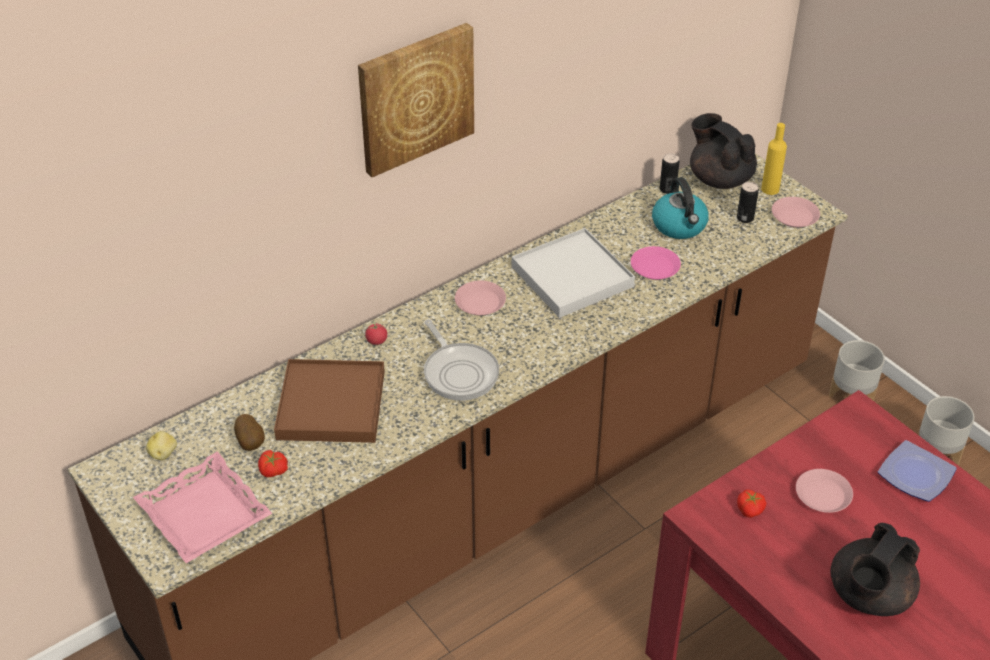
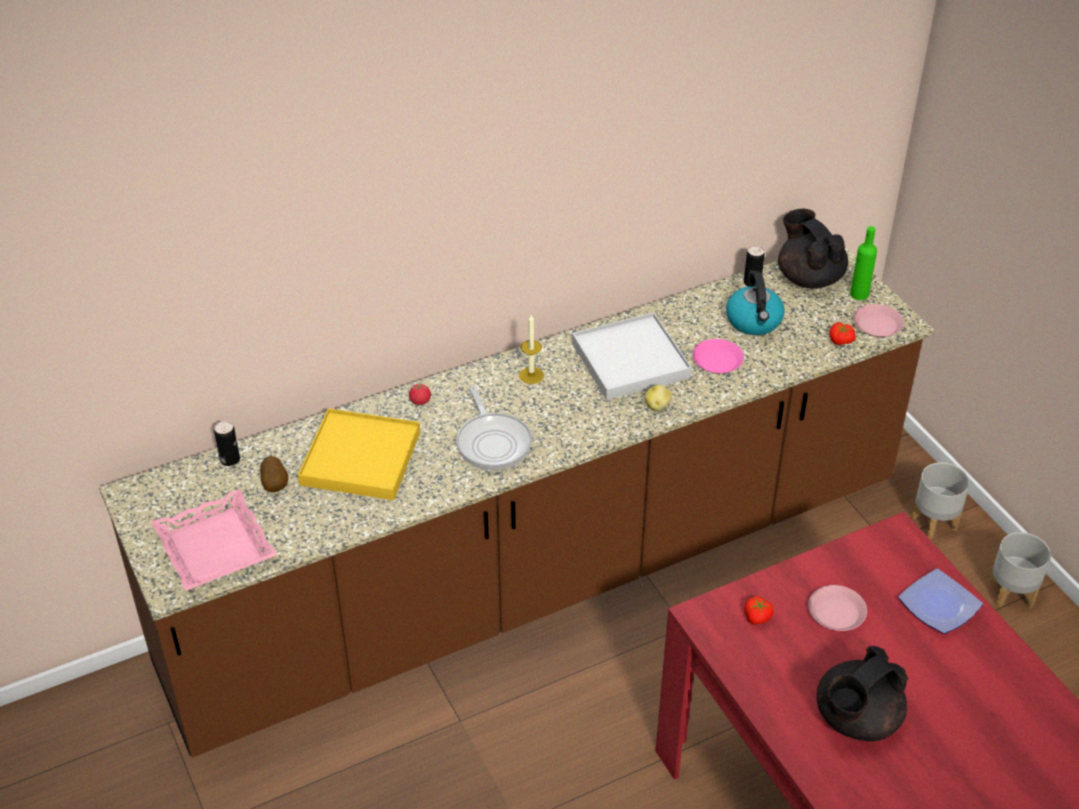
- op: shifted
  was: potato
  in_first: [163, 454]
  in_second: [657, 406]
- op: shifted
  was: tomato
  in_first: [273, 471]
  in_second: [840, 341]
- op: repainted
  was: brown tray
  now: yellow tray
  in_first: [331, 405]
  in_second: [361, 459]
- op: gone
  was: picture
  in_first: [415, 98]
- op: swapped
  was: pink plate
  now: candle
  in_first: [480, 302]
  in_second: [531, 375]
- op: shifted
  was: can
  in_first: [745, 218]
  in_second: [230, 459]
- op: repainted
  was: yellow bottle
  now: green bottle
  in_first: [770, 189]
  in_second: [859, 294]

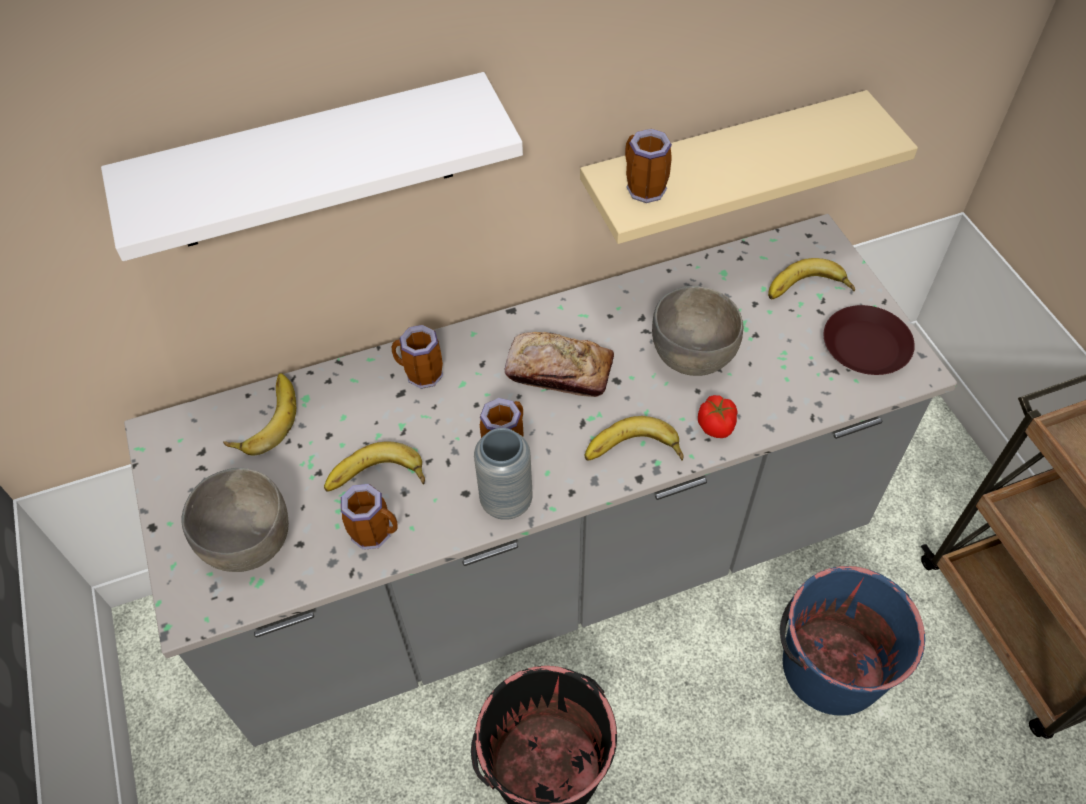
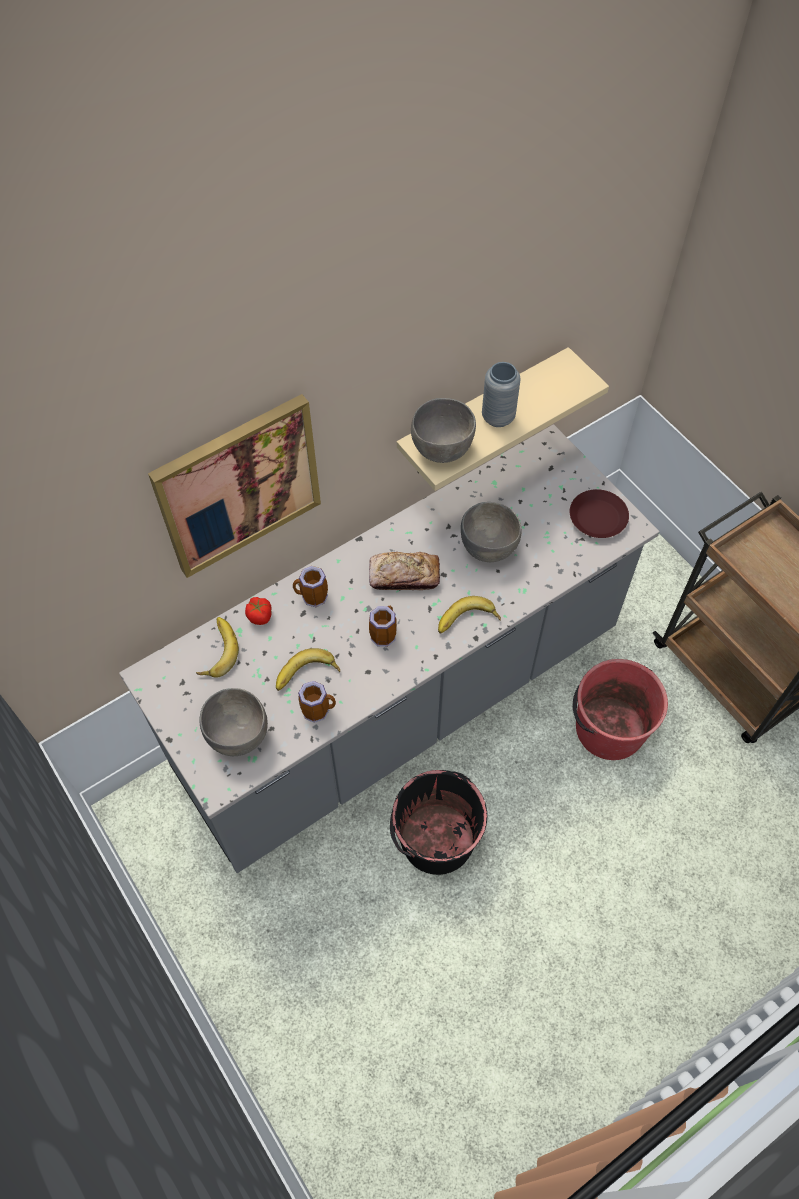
- op: swapped
  was: white shelf
  now: picture
  in_first: [311, 164]
  in_second: [238, 485]
- op: shifted
  was: grey vase
  in_first: [506, 501]
  in_second: [498, 417]
- op: swapped
  was: mug
  now: grey bowl
  in_first: [642, 189]
  in_second: [441, 449]
- op: shifted
  was: tomato
  in_first: [716, 426]
  in_second: [260, 616]
- op: gone
  was: banana
  in_first: [808, 291]
- op: repainted
  was: blue bucket
  now: red bucket
  in_first: [830, 666]
  in_second: [608, 728]

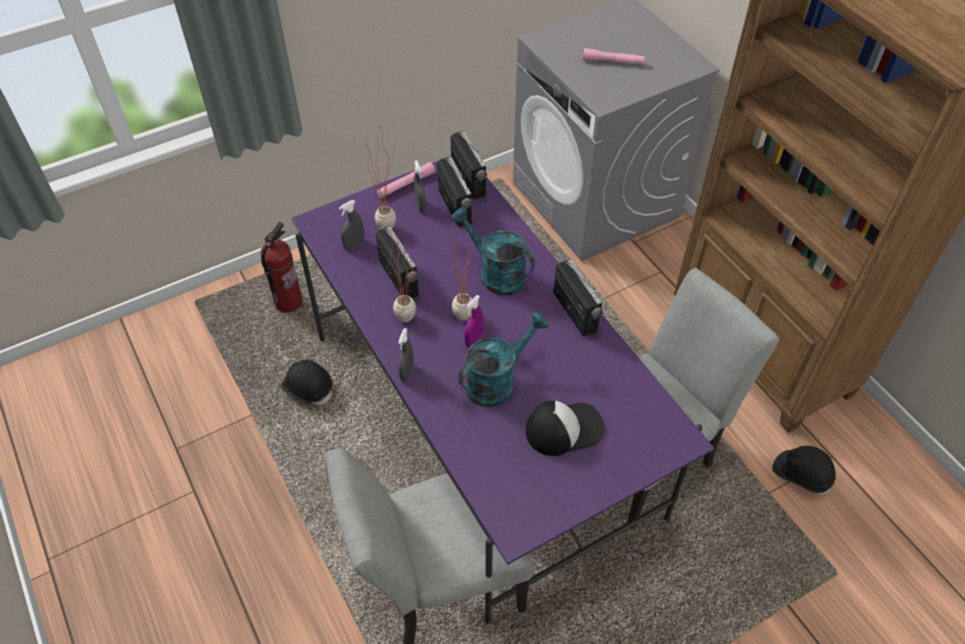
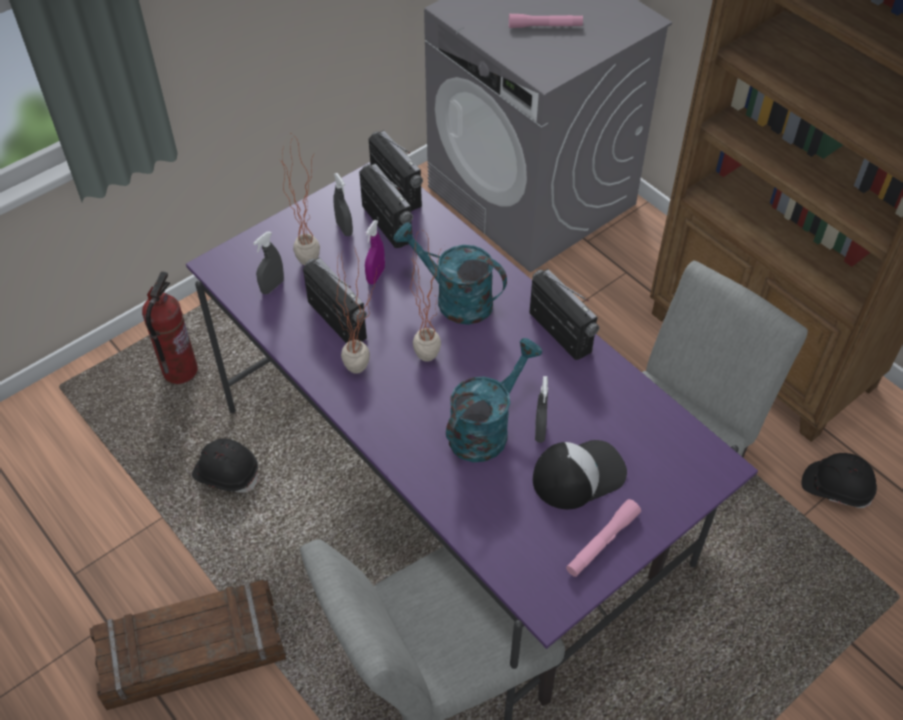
- op: shifted
  was: pink flashlight
  in_first: [406, 185]
  in_second: [602, 542]
- op: shifted
  was: grey spray bottle
  in_first: [407, 373]
  in_second: [540, 431]
- op: shifted
  was: purple spray bottle
  in_first: [474, 339]
  in_second: [375, 276]
- op: new
  now: crate
  in_second: [192, 650]

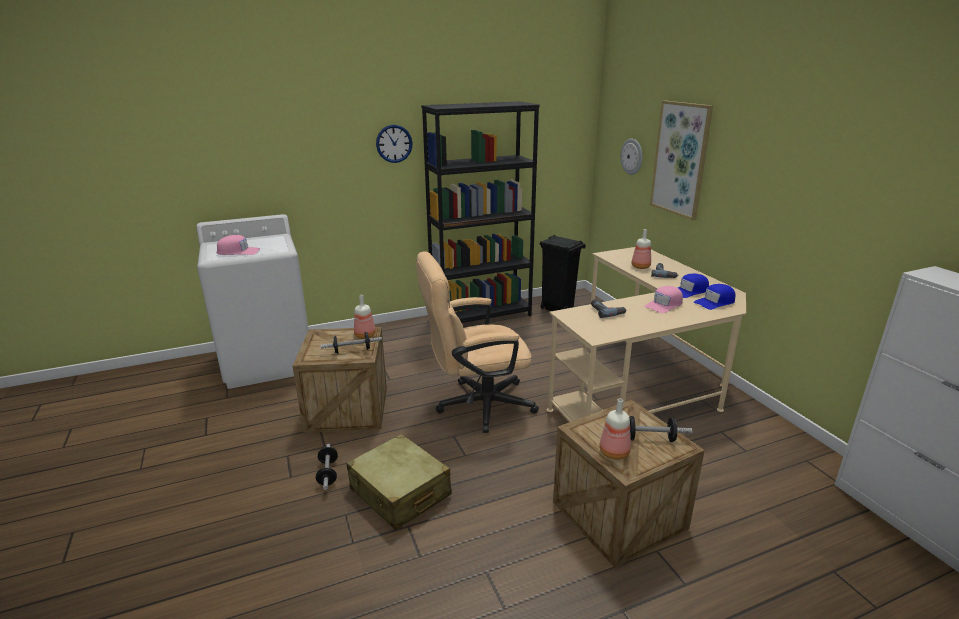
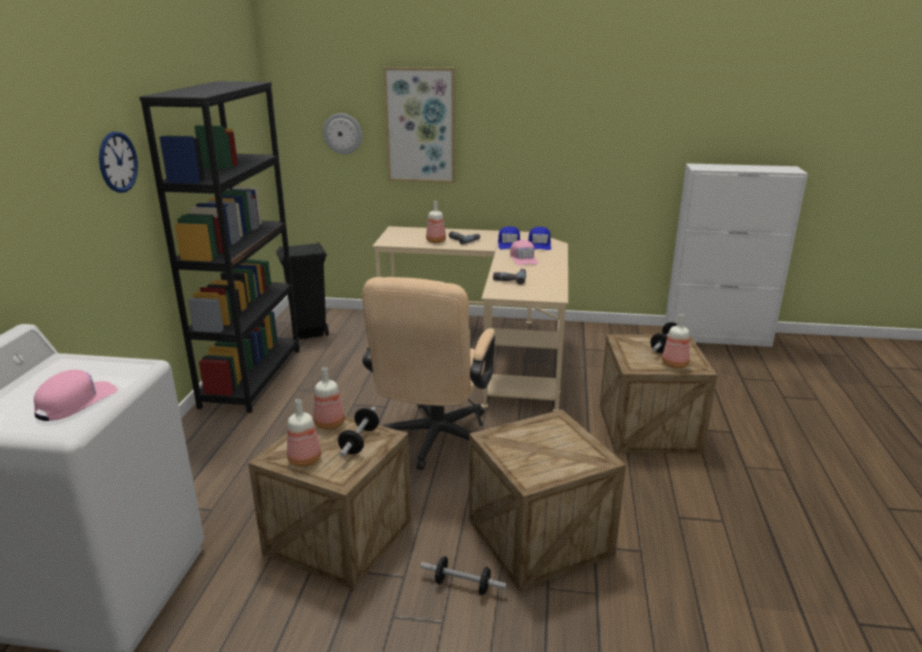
- op: swapped
  was: beige suitcase
  now: crate
  in_first: [400, 492]
  in_second: [539, 537]
- op: new
  now: bottle
  in_second: [306, 460]

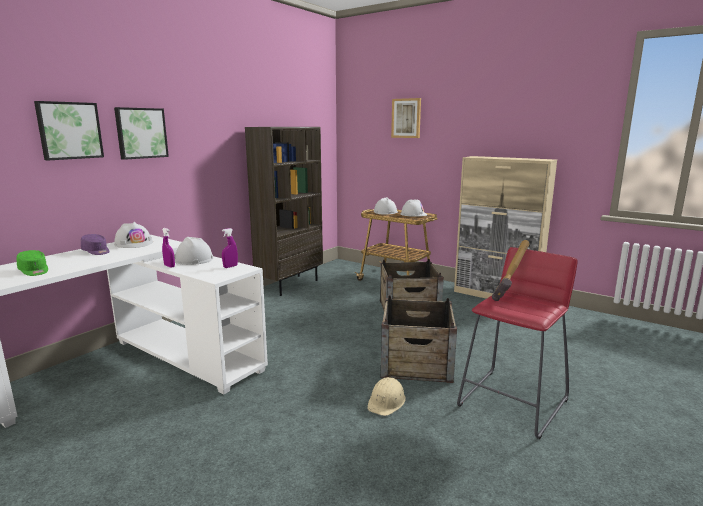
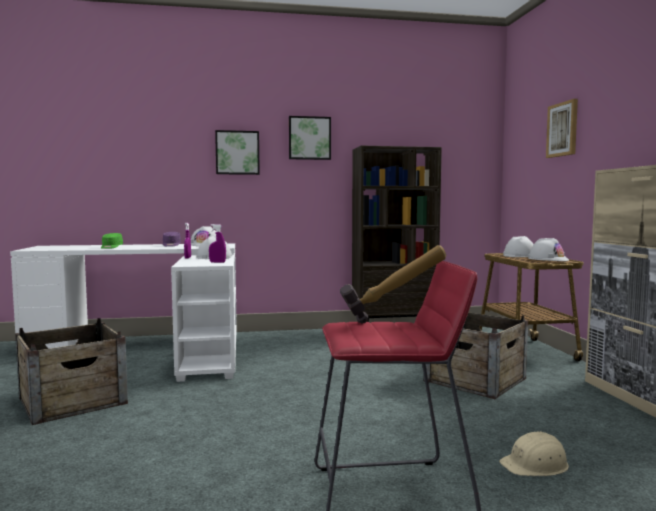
- op: shifted
  was: picture
  in_first: [69, 130]
  in_second: [309, 138]
- op: shifted
  was: beige hard hat
  in_first: [386, 401]
  in_second: [535, 465]
- op: shifted
  was: crate
  in_first: [416, 362]
  in_second: [73, 400]

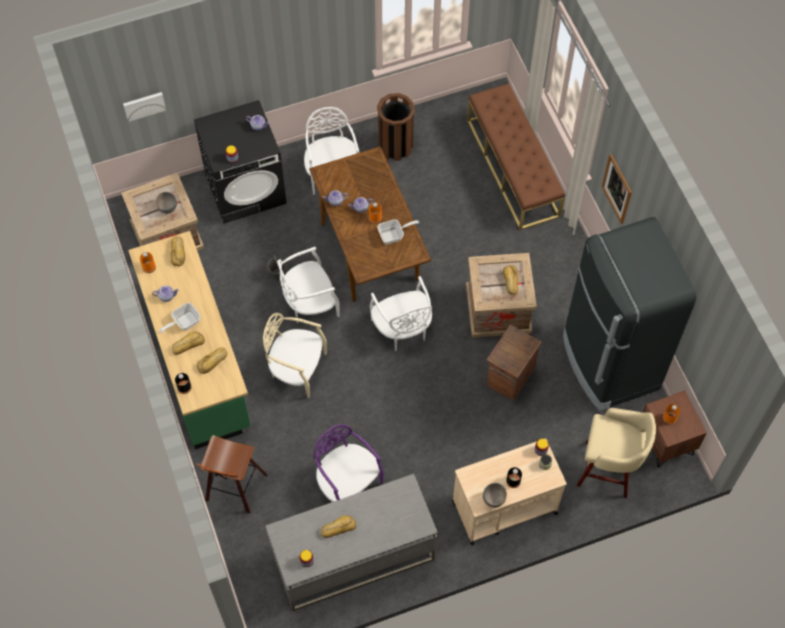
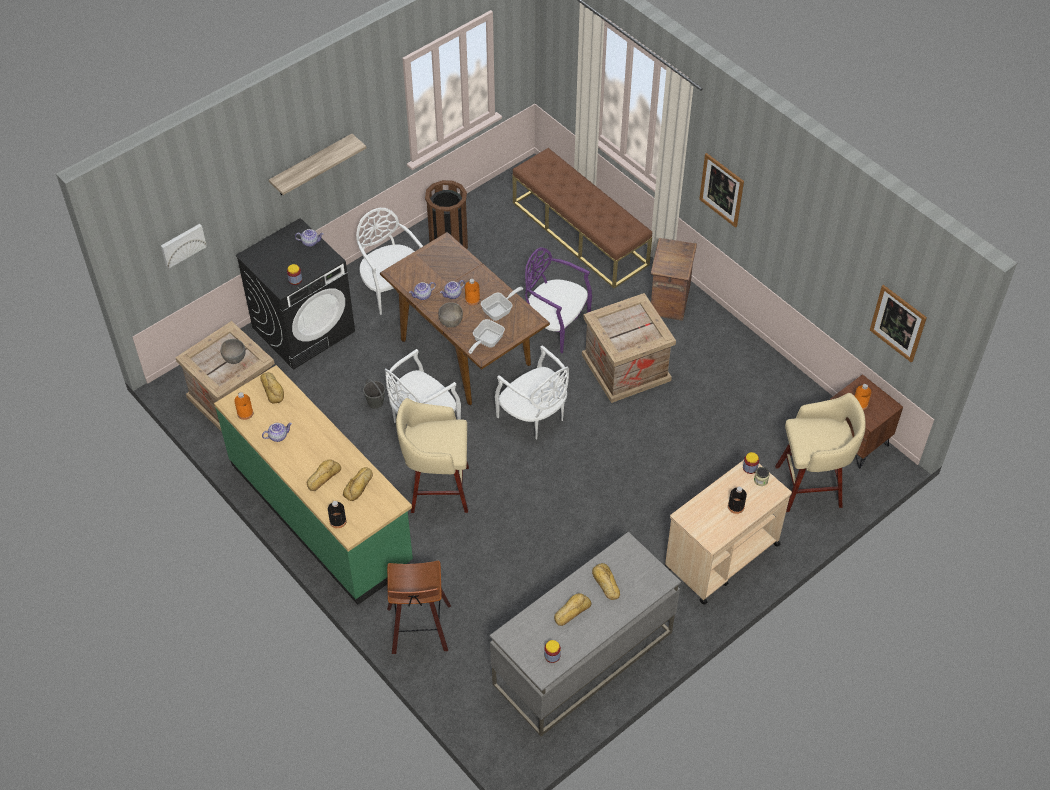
- op: shifted
  was: frying pan
  in_first: [183, 322]
  in_second: [486, 341]
- op: swapped
  was: beige chair
  now: beige stool
  in_first: [297, 369]
  in_second: [437, 489]
- op: shifted
  was: purple chair
  in_first: [347, 483]
  in_second: [555, 325]
- op: shifted
  was: grey bowl
  in_first: [493, 499]
  in_second: [451, 322]
- op: shifted
  was: crate
  in_first: [510, 377]
  in_second: [669, 301]
- op: shifted
  was: bread
  in_first: [510, 281]
  in_second: [605, 584]
- op: gone
  was: black fridge
  in_first: [609, 363]
- op: new
  now: shelf
  in_second: [312, 166]
- op: new
  now: picture
  in_second: [898, 323]

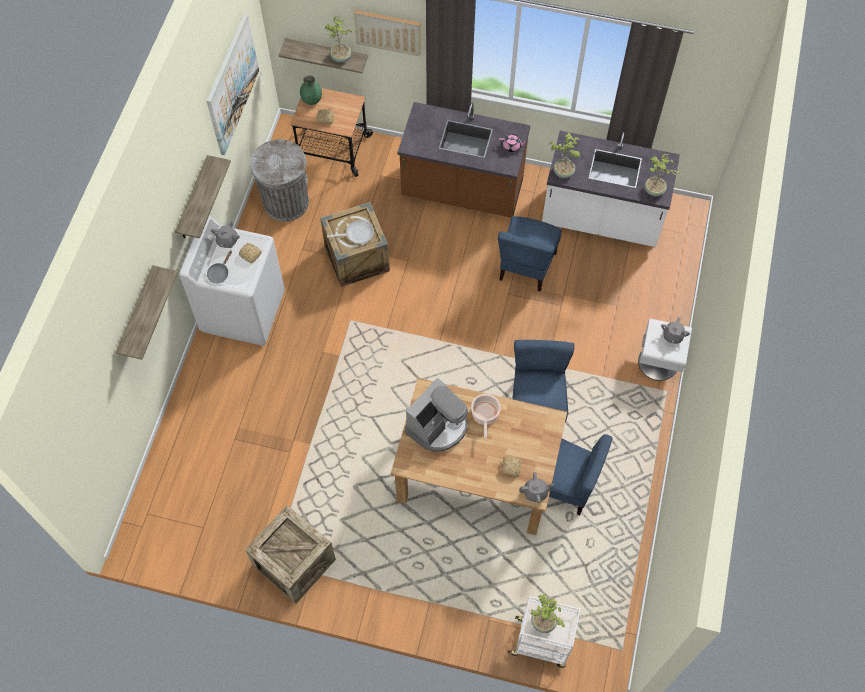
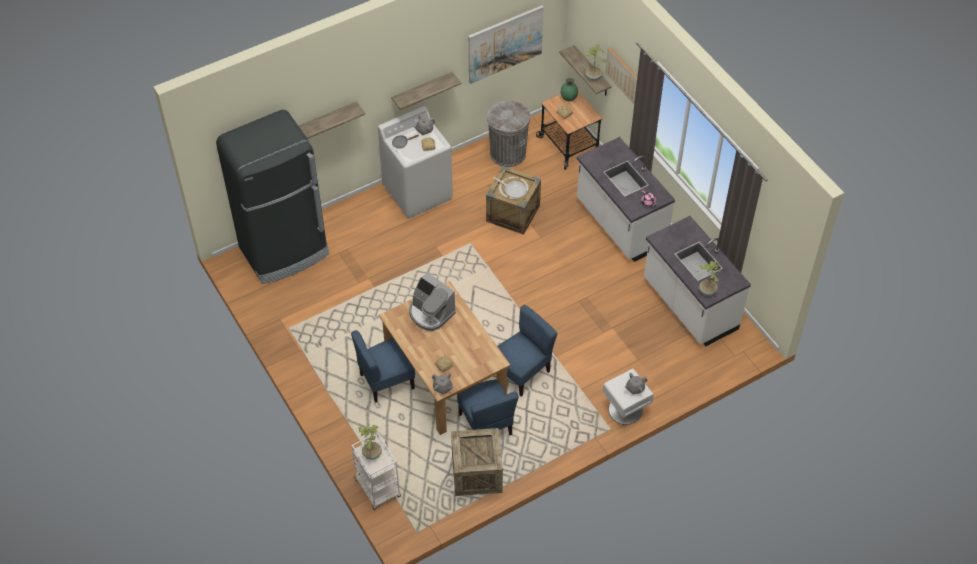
- op: shifted
  was: crate
  in_first: [294, 563]
  in_second: [477, 473]
- op: repainted
  was: brown counter
  now: white counter
  in_first: [462, 191]
  in_second: [620, 224]
- op: rotated
  was: coffee machine
  in_first: [438, 426]
  in_second: [430, 313]
  clockwise: 45
- op: gone
  was: cooking pot
  in_first: [485, 415]
- op: shifted
  was: blue chair
  in_first: [526, 266]
  in_second: [386, 381]
- op: gone
  was: potted plant
  in_first: [563, 172]
- op: new
  now: black fridge
  in_second: [285, 251]

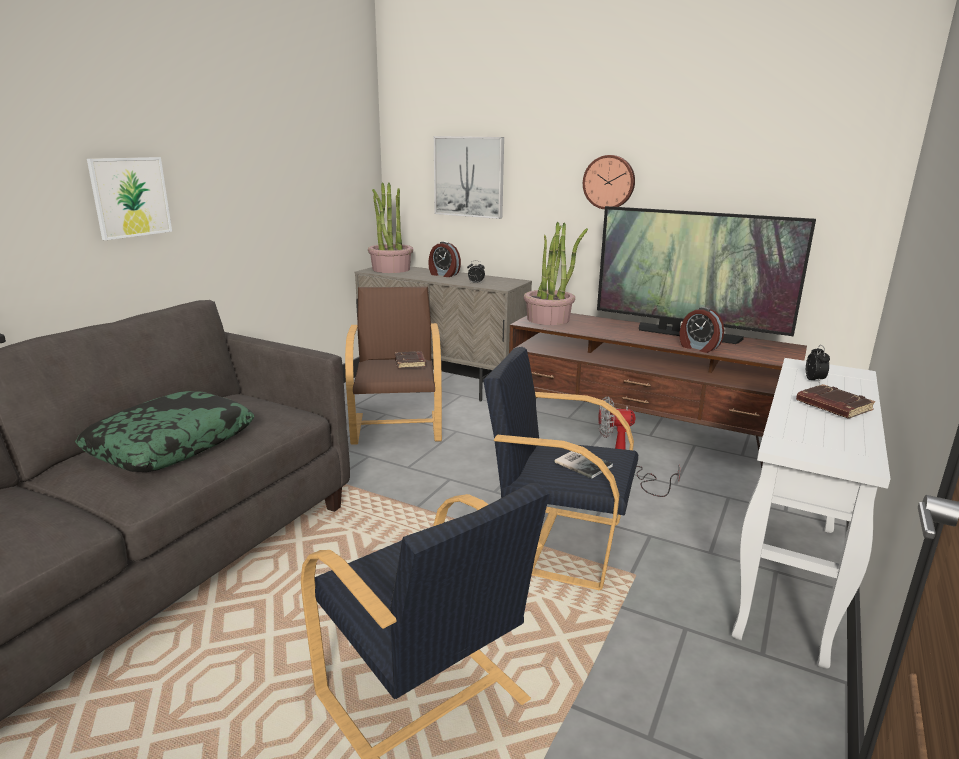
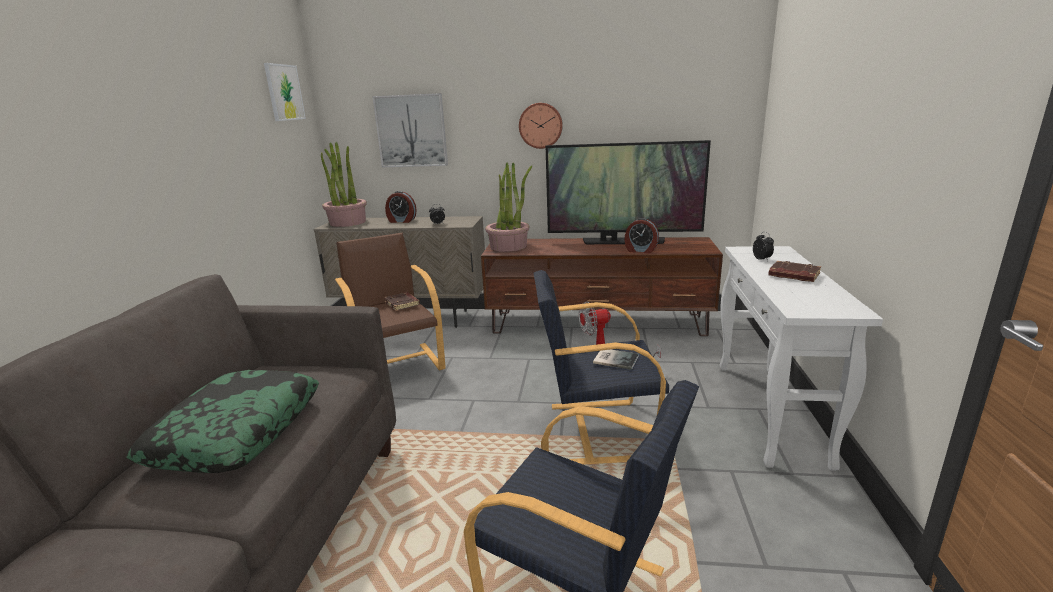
- op: shifted
  was: picture
  in_first: [130, 197]
  in_second: [284, 92]

